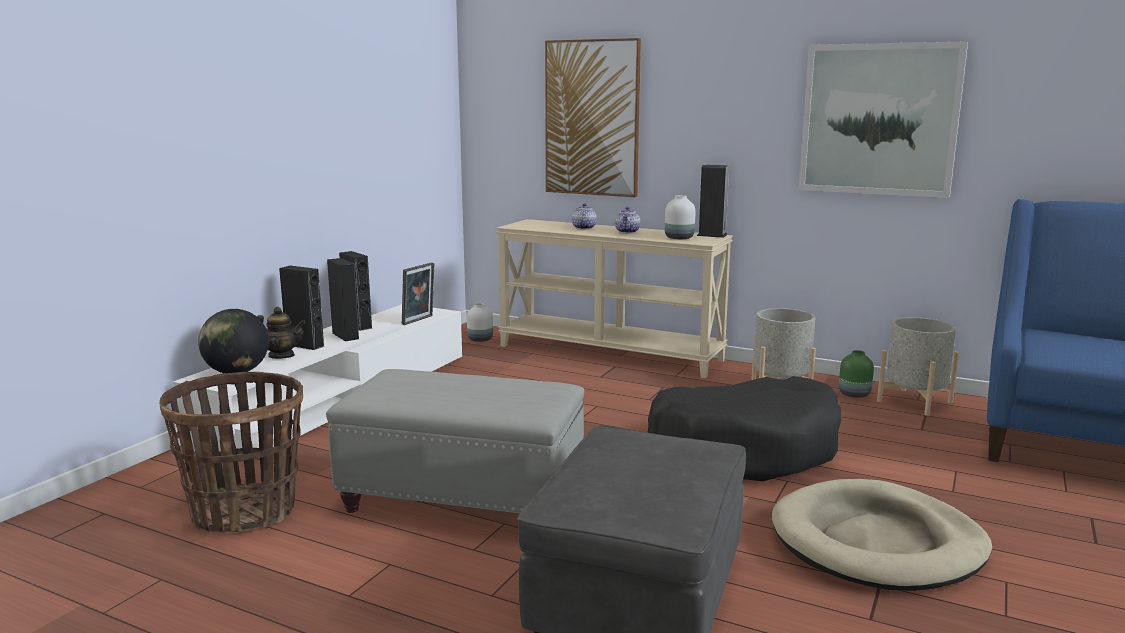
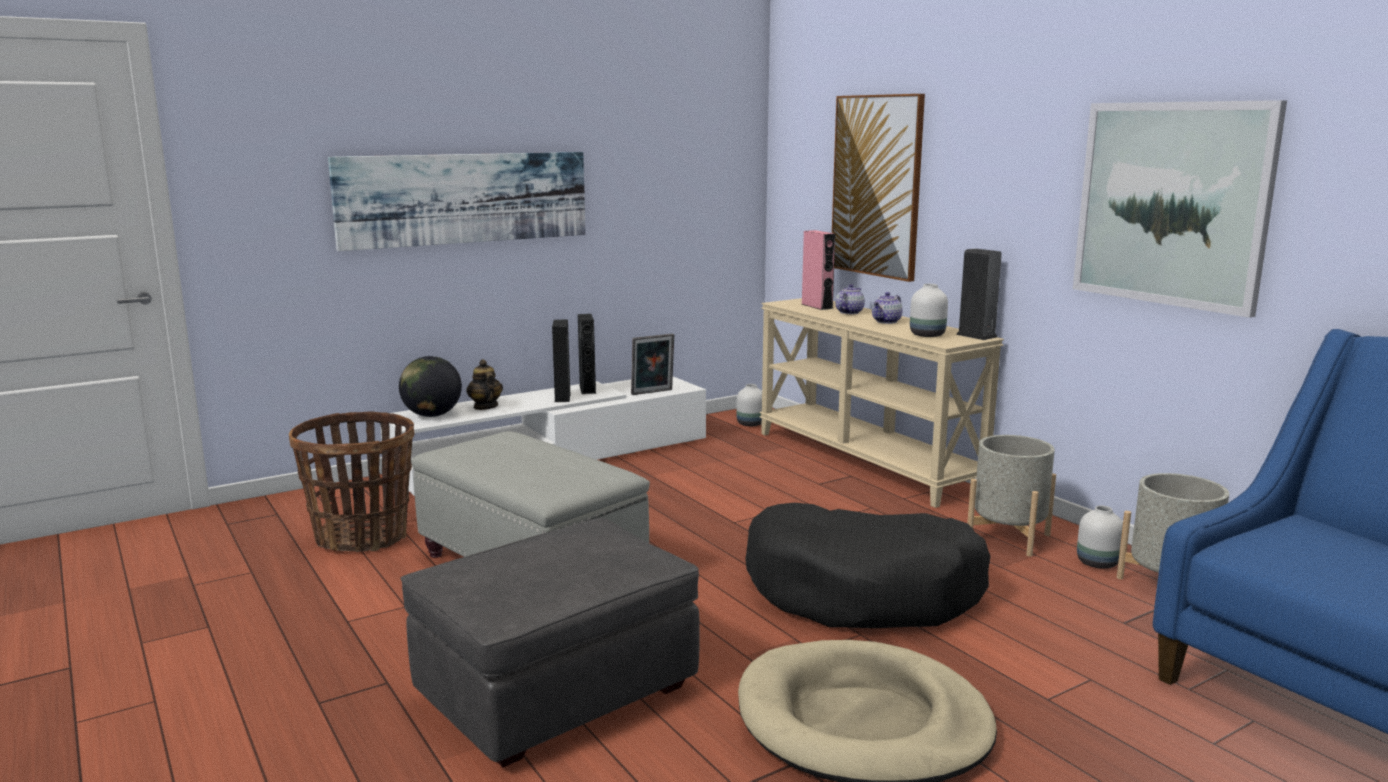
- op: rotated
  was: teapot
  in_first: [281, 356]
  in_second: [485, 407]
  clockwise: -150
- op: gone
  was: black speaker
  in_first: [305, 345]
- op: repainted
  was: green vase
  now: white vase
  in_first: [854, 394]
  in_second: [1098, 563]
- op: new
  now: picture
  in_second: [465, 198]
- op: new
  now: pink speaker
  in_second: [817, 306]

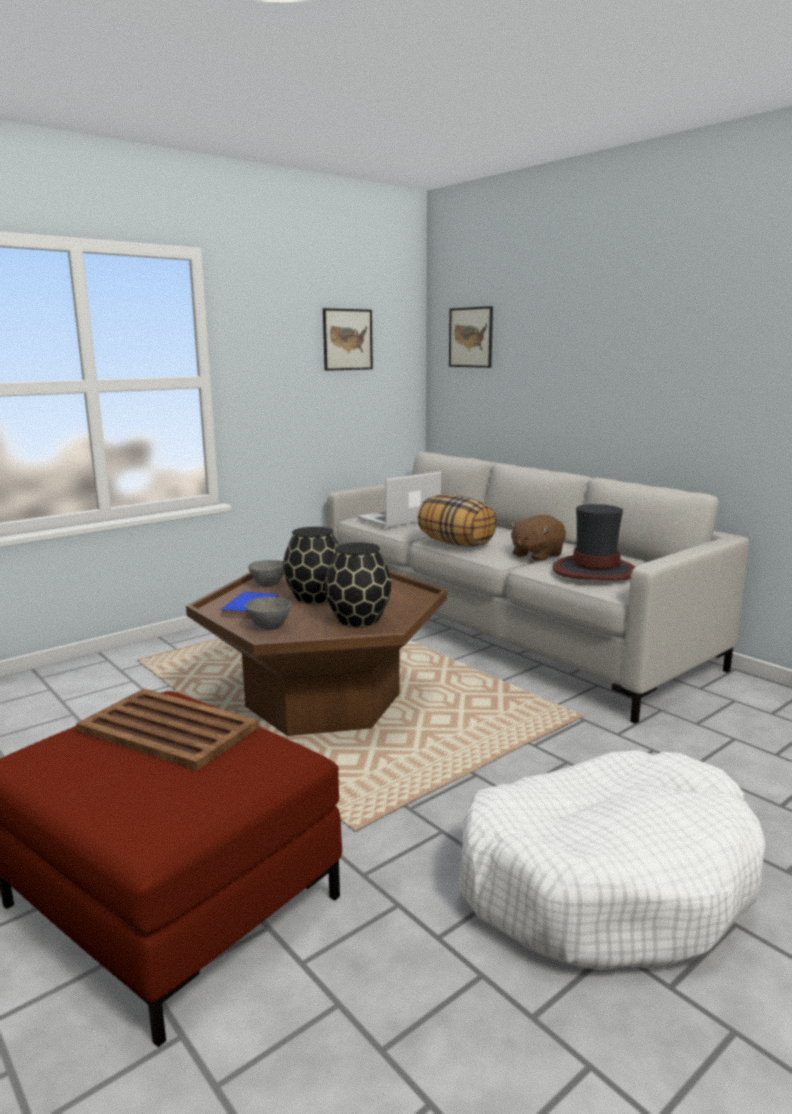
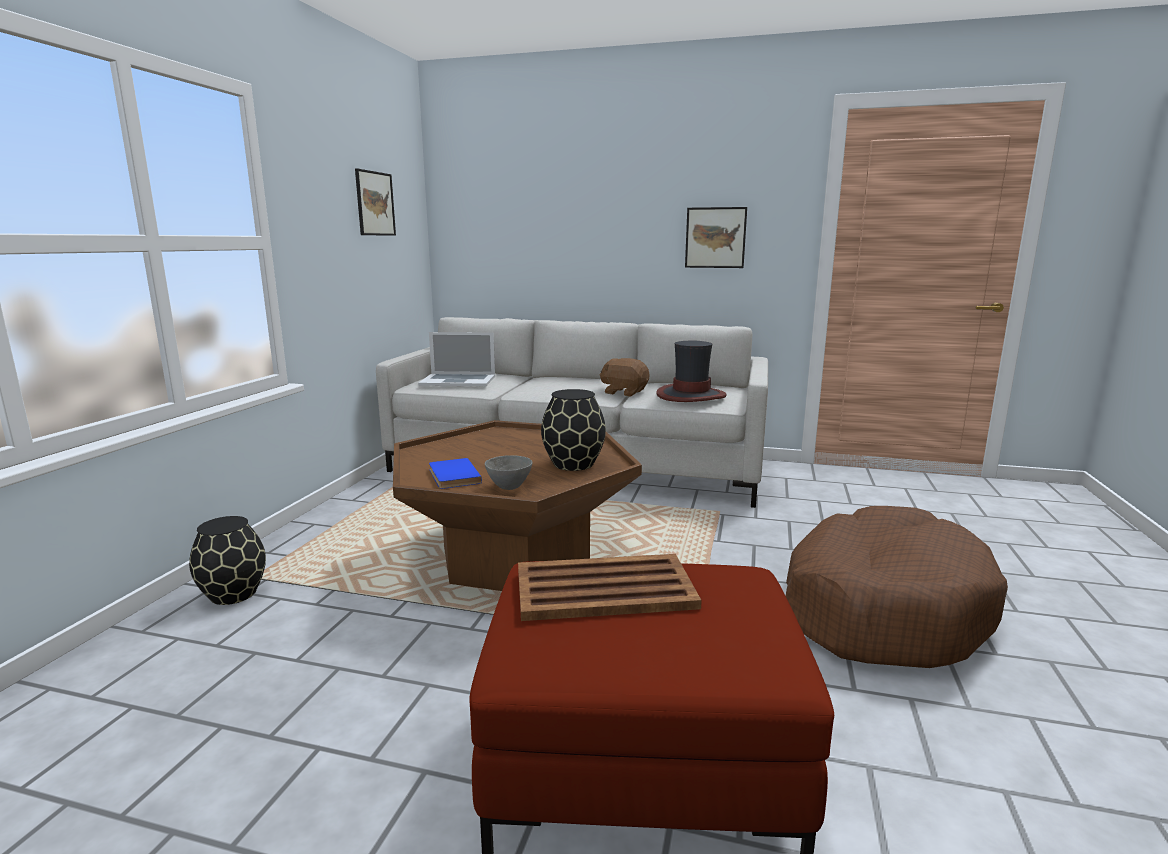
- op: gone
  was: grey bowl
  in_first: [268, 585]
- op: shifted
  was: black vase
  in_first: [315, 597]
  in_second: [234, 594]
- op: rotated
  was: laptop
  in_first: [399, 518]
  in_second: [458, 380]
  clockwise: -105
- op: gone
  was: pillow
  in_first: [456, 543]
- op: shifted
  was: picture
  in_first: [471, 337]
  in_second: [715, 237]
- op: repainted
  was: white dog bed
  now: brown dog bed
  in_first: [606, 879]
  in_second: [881, 608]
- op: rotated
  was: brown plush toy
  in_first: [536, 555]
  in_second: [624, 392]
  clockwise: 105

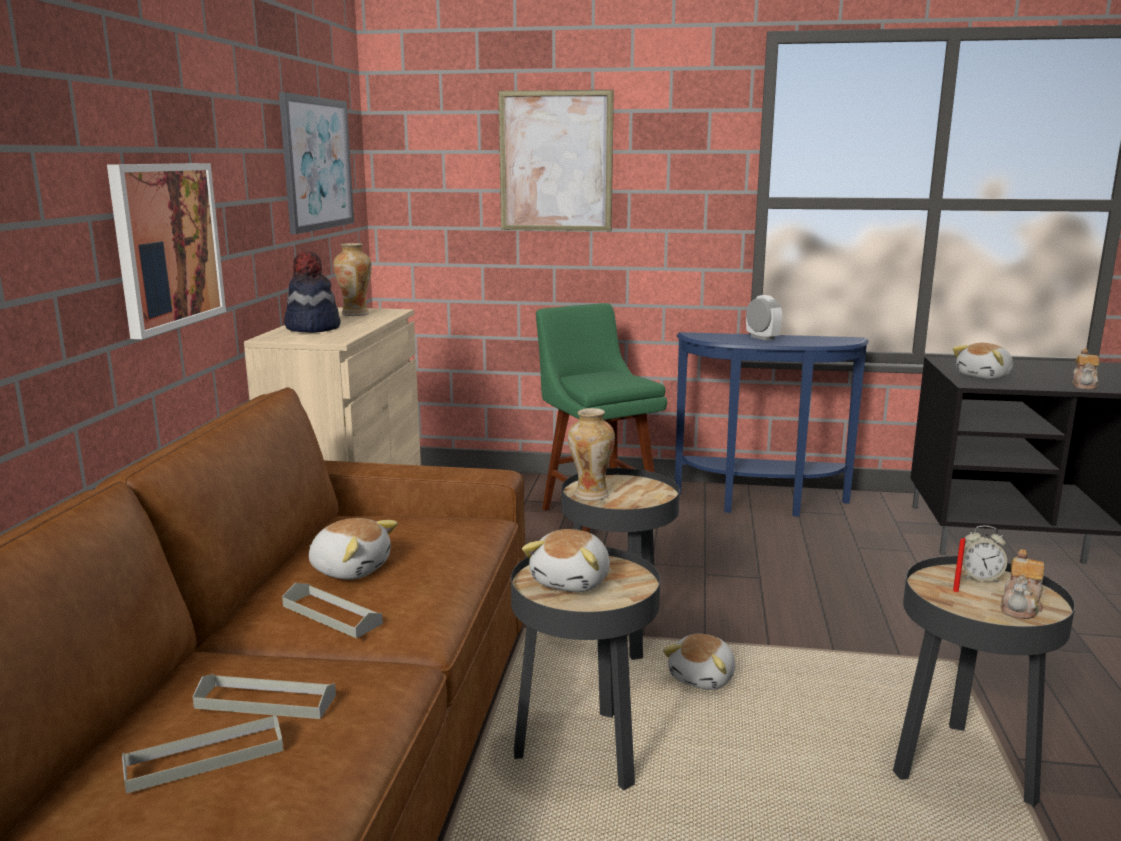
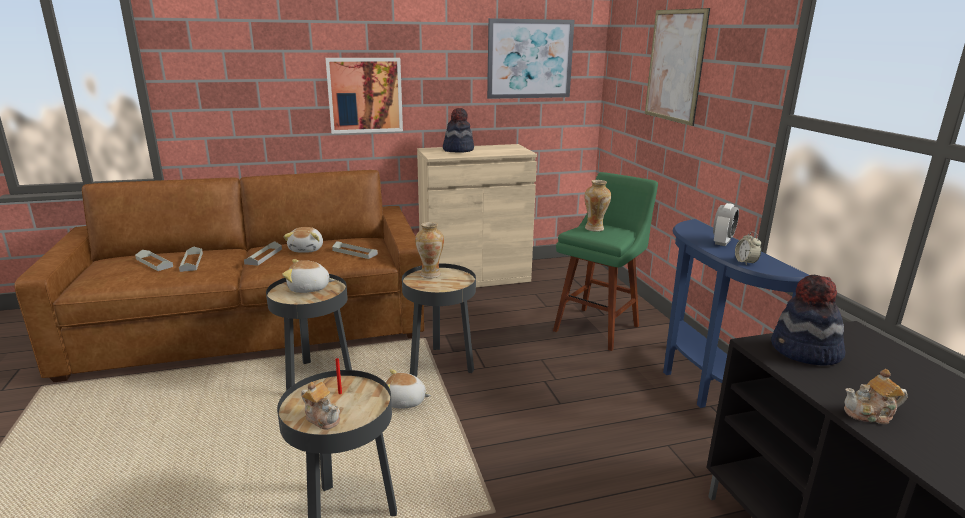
- op: shifted
  was: vase
  in_first: [356, 314]
  in_second: [595, 228]
- op: swapped
  was: plush toy
  now: hat
  in_first: [985, 377]
  in_second: [804, 352]
- op: shifted
  was: alarm clock
  in_first: [980, 578]
  in_second: [745, 262]
- op: rotated
  was: teapot
  in_first: [1021, 607]
  in_second: [322, 418]
  clockwise: -150
- op: new
  now: grey tray
  in_second: [355, 252]

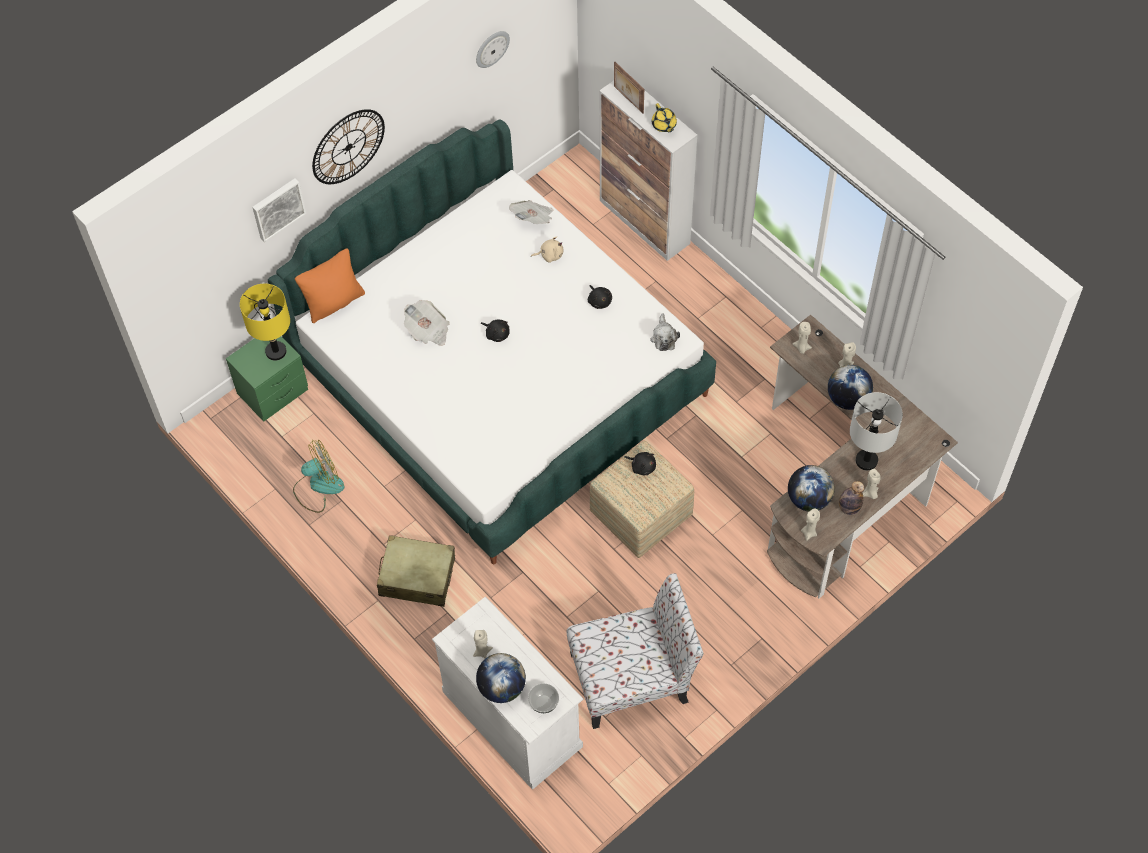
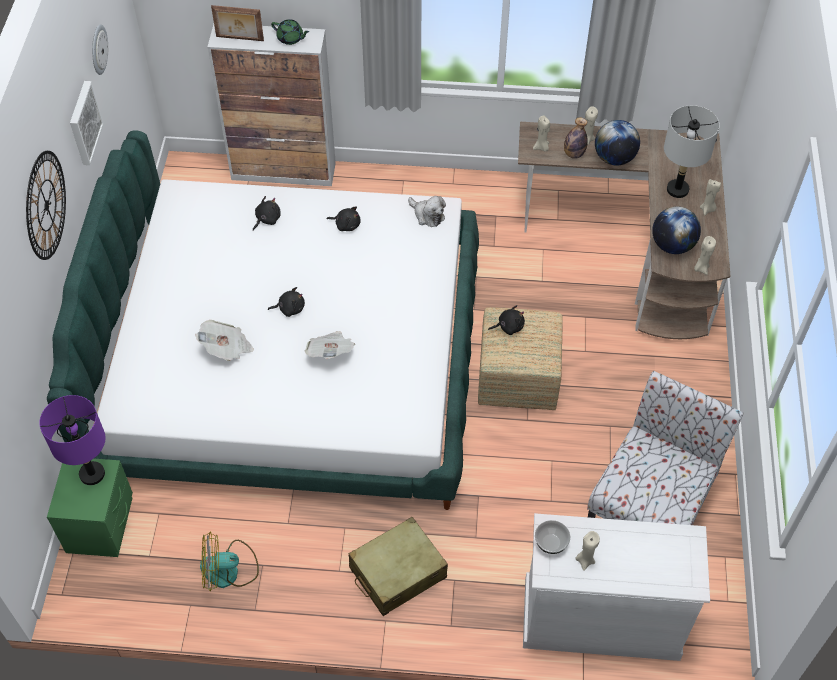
- op: repainted
  was: yellow table lamp
  now: purple table lamp
  in_first: [276, 351]
  in_second: [92, 474]
- op: shifted
  was: picture
  in_first: [277, 208]
  in_second: [83, 123]
- op: rotated
  was: fan
  in_first: [318, 486]
  in_second: [229, 570]
  clockwise: -120
- op: gone
  was: orange pillow
  in_first: [334, 302]
- op: gone
  was: globe
  in_first: [502, 687]
- op: shifted
  was: newspaper
  in_first: [533, 219]
  in_second: [330, 352]
- op: shifted
  was: bowl
  in_first: [544, 703]
  in_second: [551, 542]
- op: repainted
  was: beige plush toy
  now: black plush toy
  in_first: [550, 255]
  in_second: [267, 219]
- op: repainted
  was: yellow teapot
  now: green teapot
  in_first: [664, 125]
  in_second: [290, 38]
- op: shifted
  was: bottle
  in_first: [849, 508]
  in_second: [573, 154]

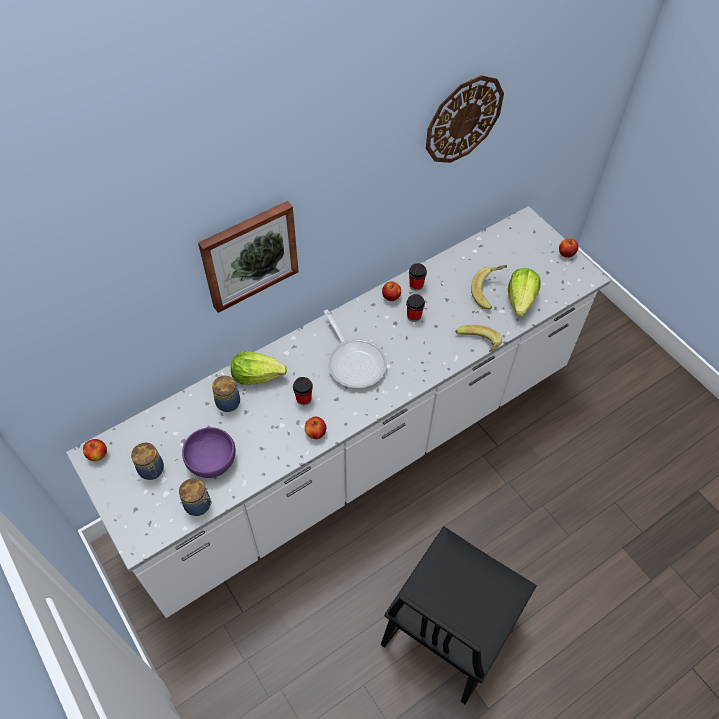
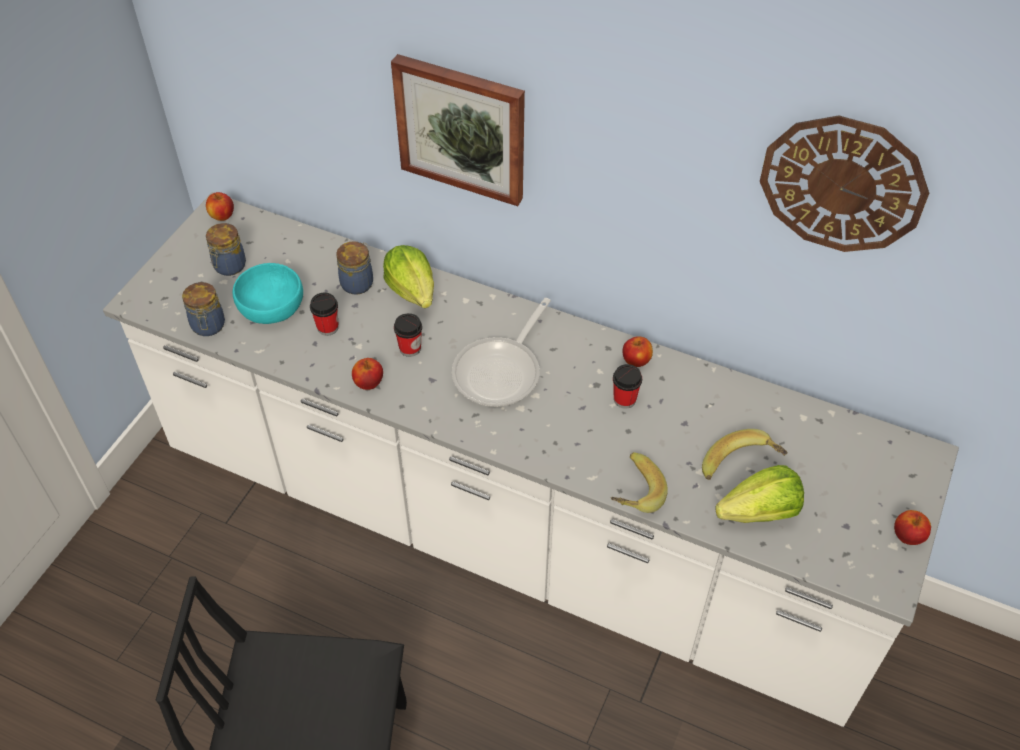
- op: repainted
  was: purple bowl
  now: turquoise bowl
  in_first: [211, 461]
  in_second: [271, 308]
- op: shifted
  was: cup
  in_first: [416, 285]
  in_second: [328, 327]

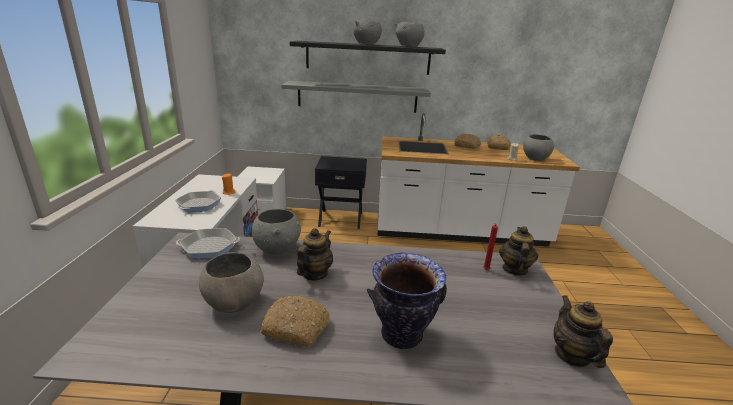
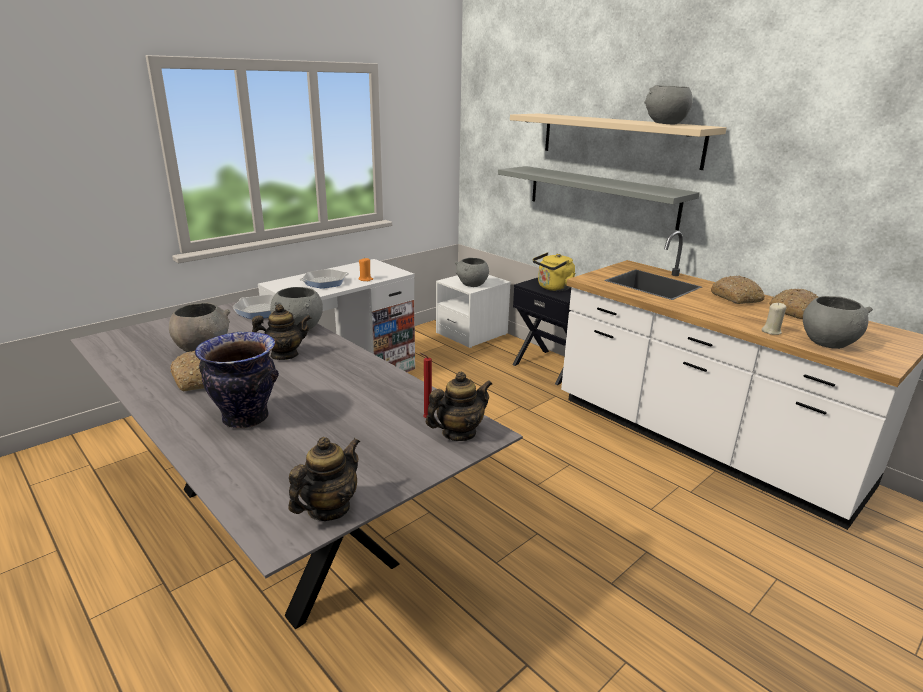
- op: repainted
  was: black shelf
  now: beige shelf
  in_first: [368, 58]
  in_second: [619, 139]
- op: shifted
  was: grey bowl
  in_first: [367, 44]
  in_second: [472, 285]
- op: new
  now: yellow kettle
  in_second: [553, 288]

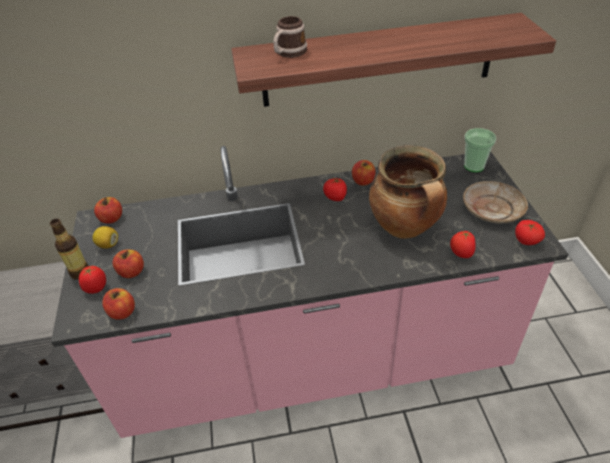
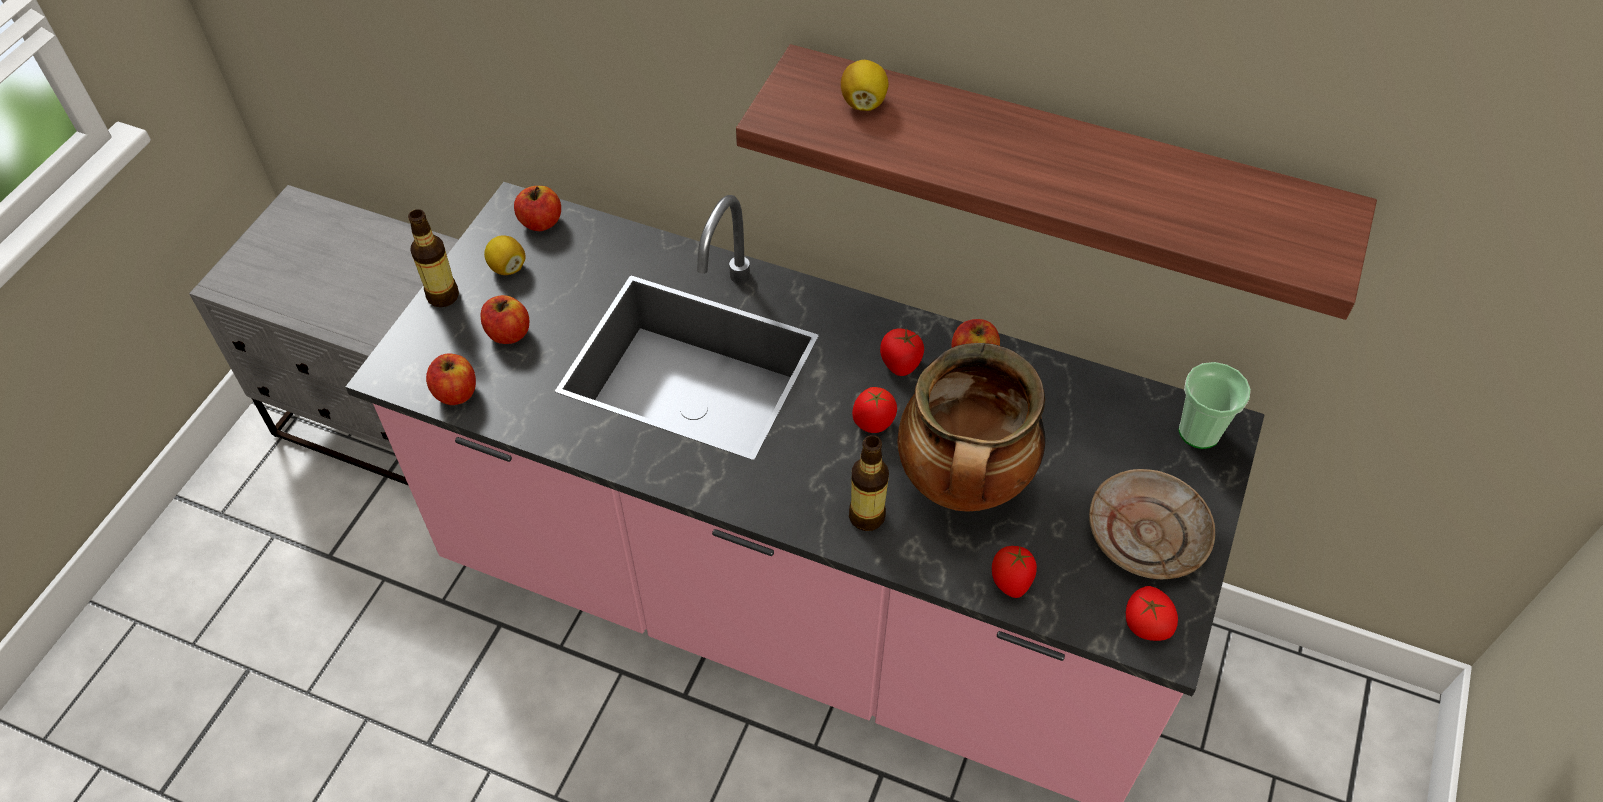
- op: shifted
  was: tomato
  in_first: [96, 288]
  in_second: [873, 424]
- op: swapped
  was: mug
  now: lemon
  in_first: [288, 53]
  in_second: [863, 102]
- op: new
  now: bottle
  in_second: [866, 516]

